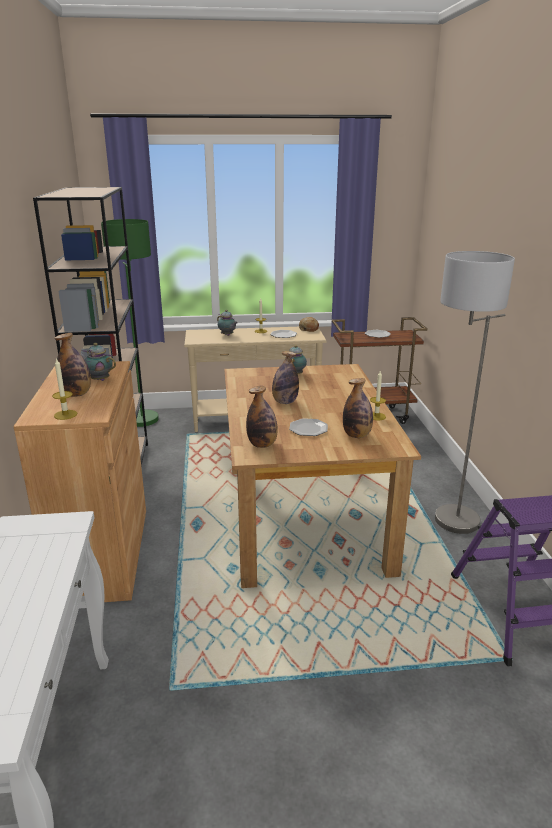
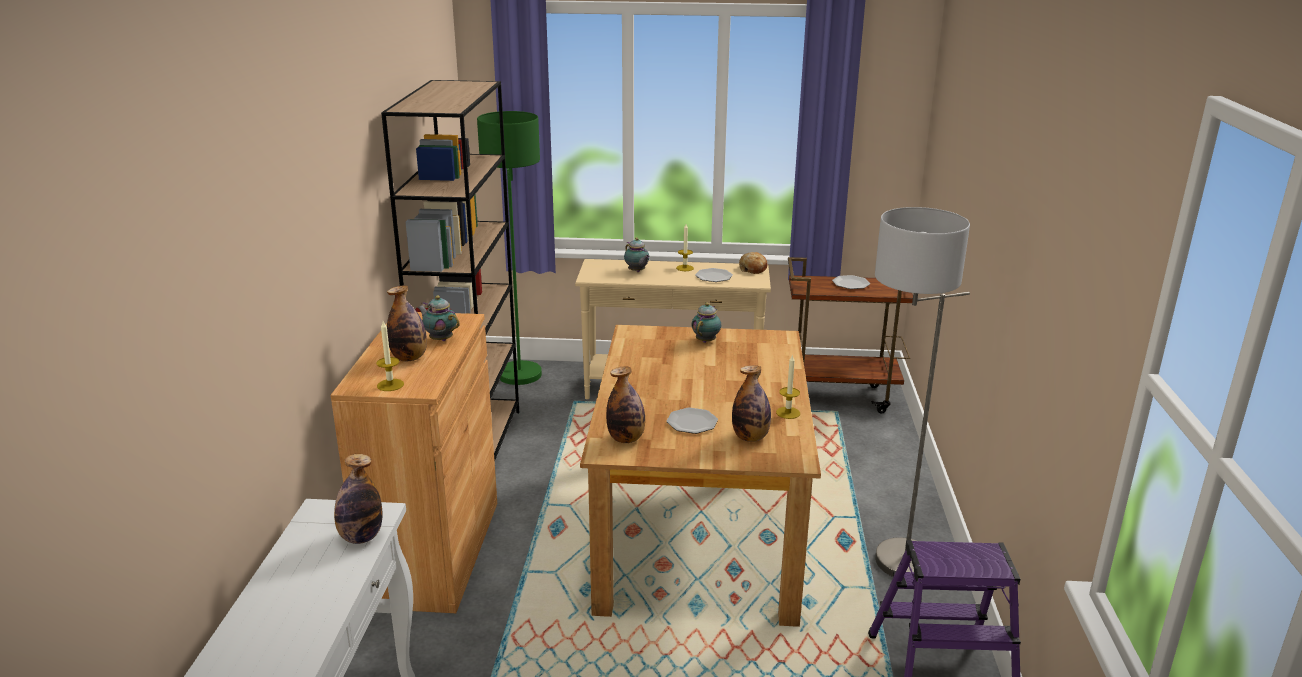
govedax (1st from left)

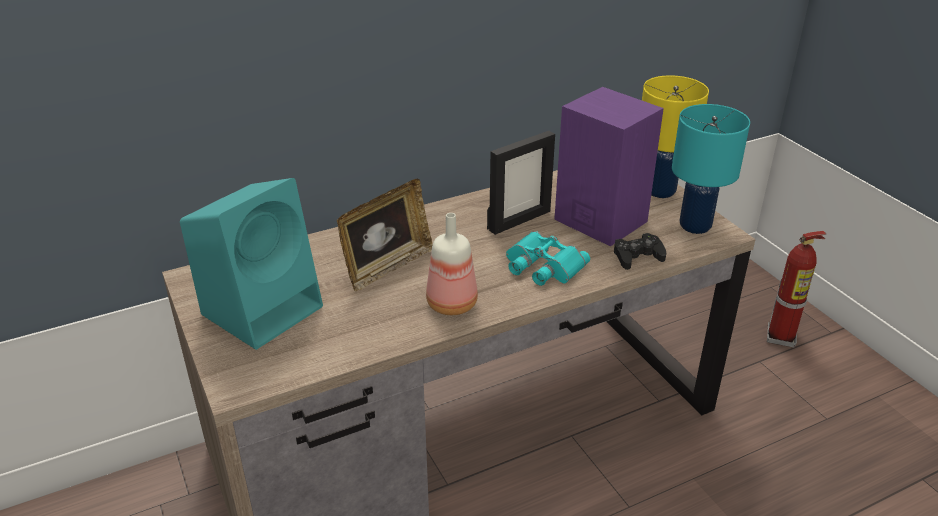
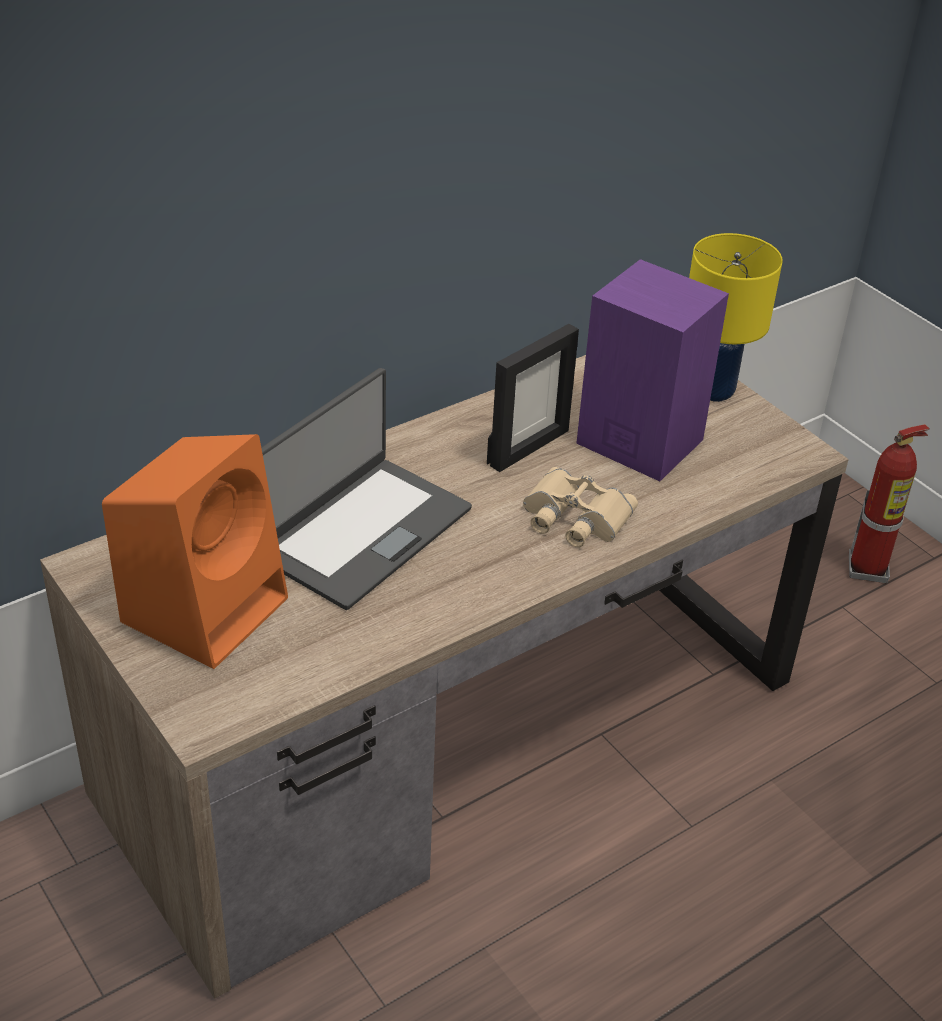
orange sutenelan
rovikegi
govedax
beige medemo
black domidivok
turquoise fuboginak

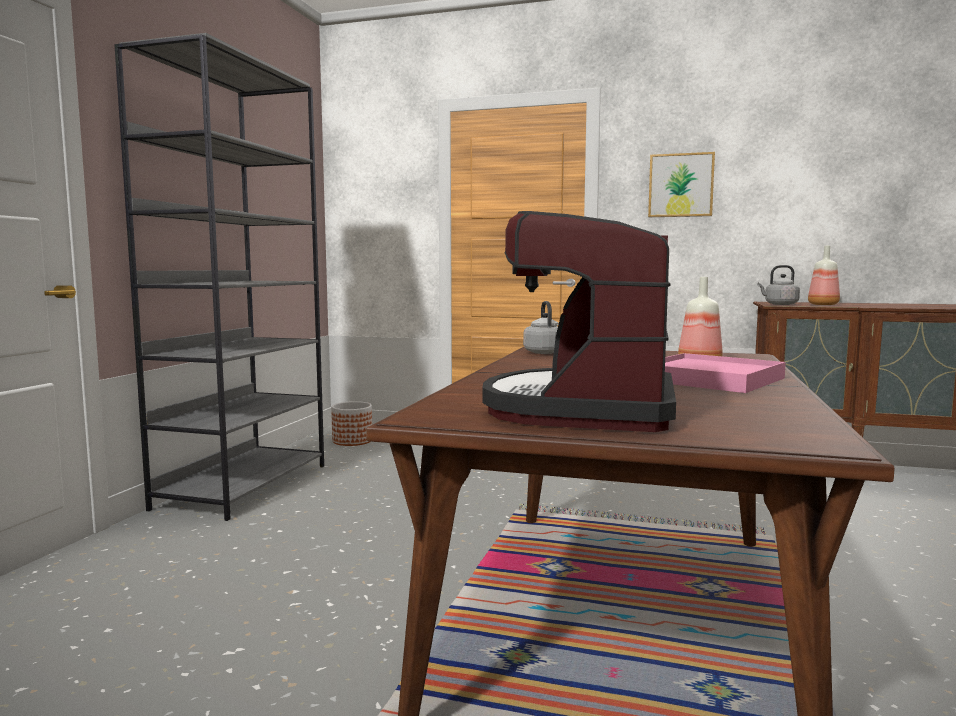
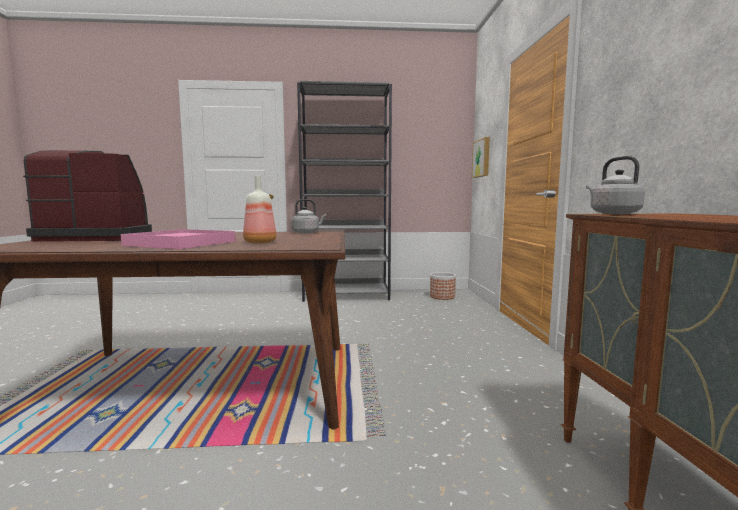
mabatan
govedax (2nd from left in the first image)

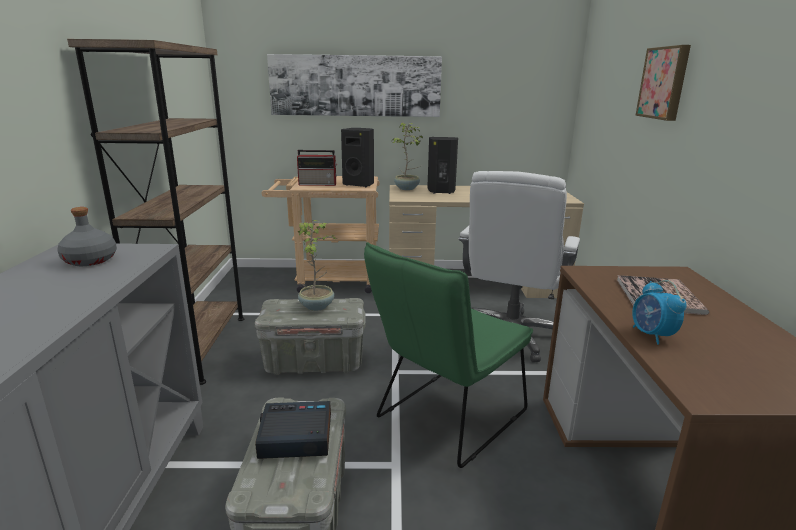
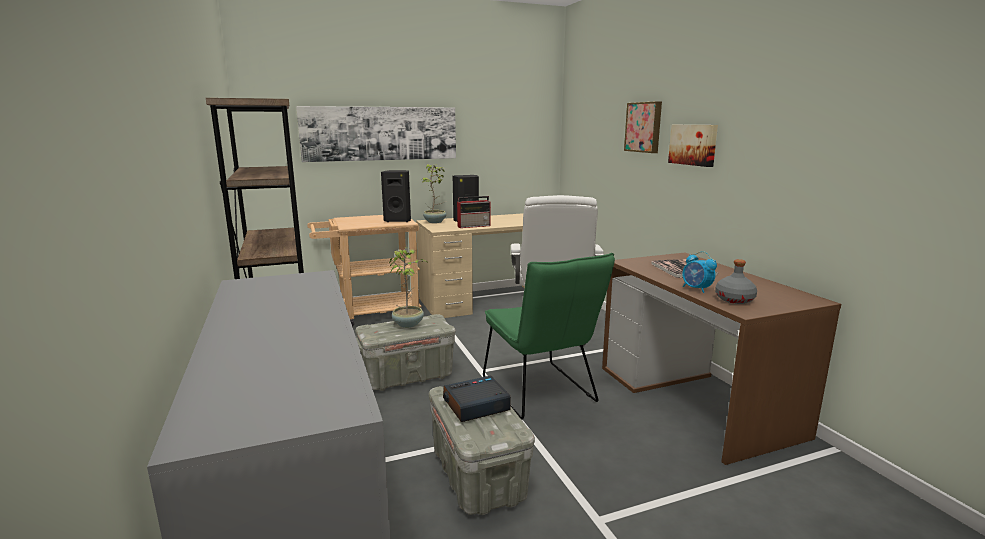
grey govedax
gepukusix
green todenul
mabatan (3rd from left)

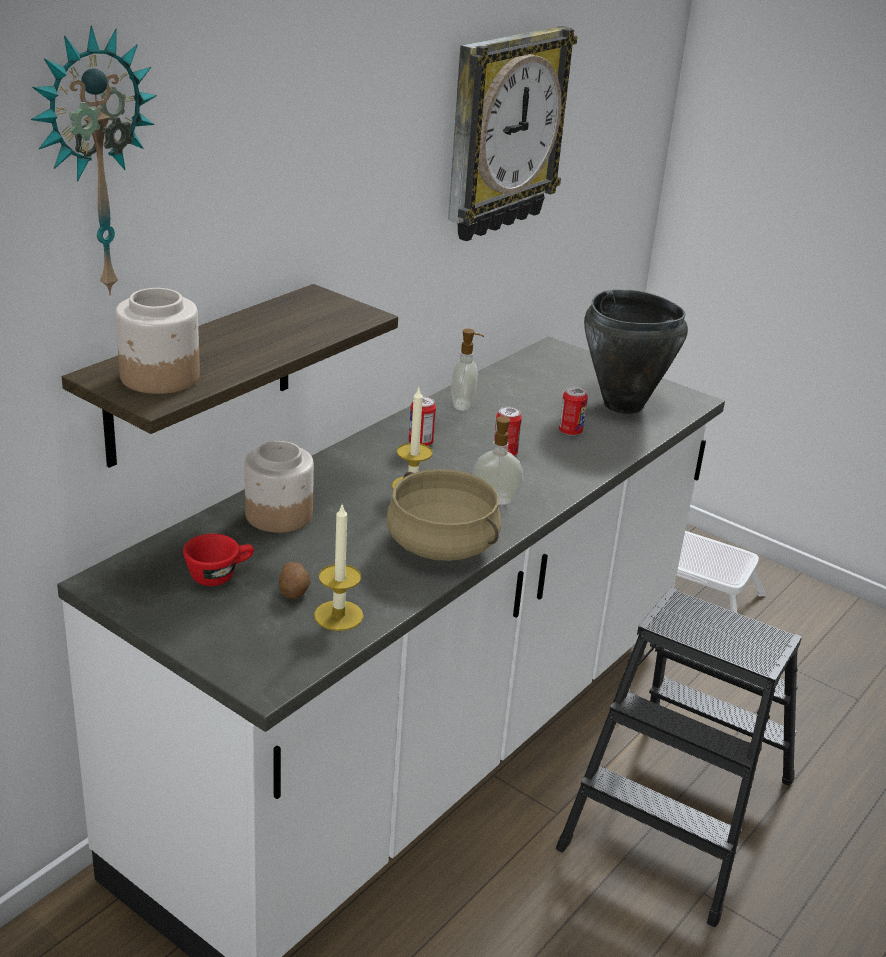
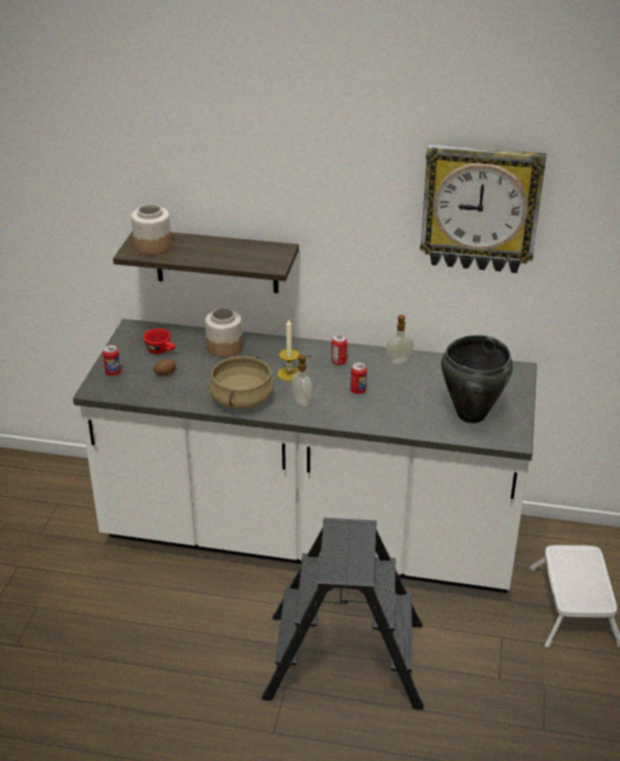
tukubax (1st from left in the first image)
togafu (1st from left in the first image)
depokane (1st from left)

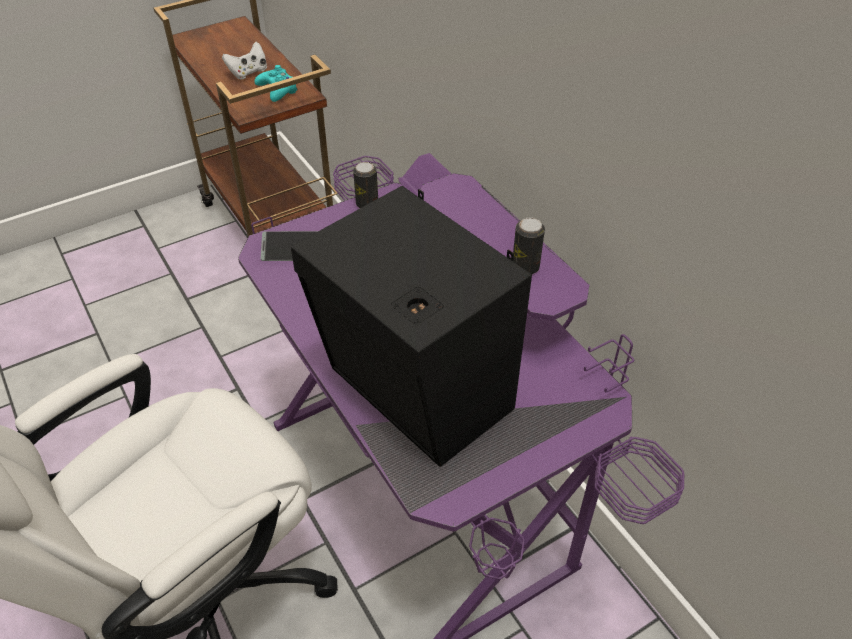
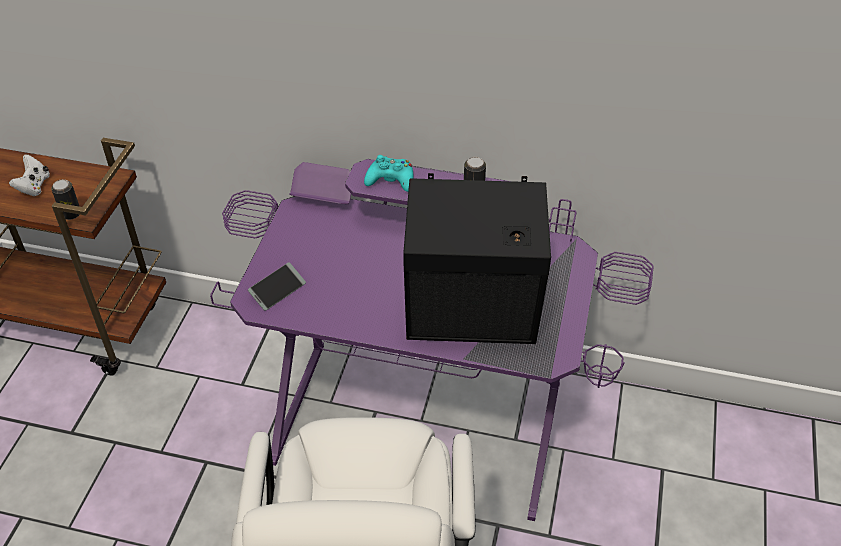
turquoise domidivok
depokane (1st from left)

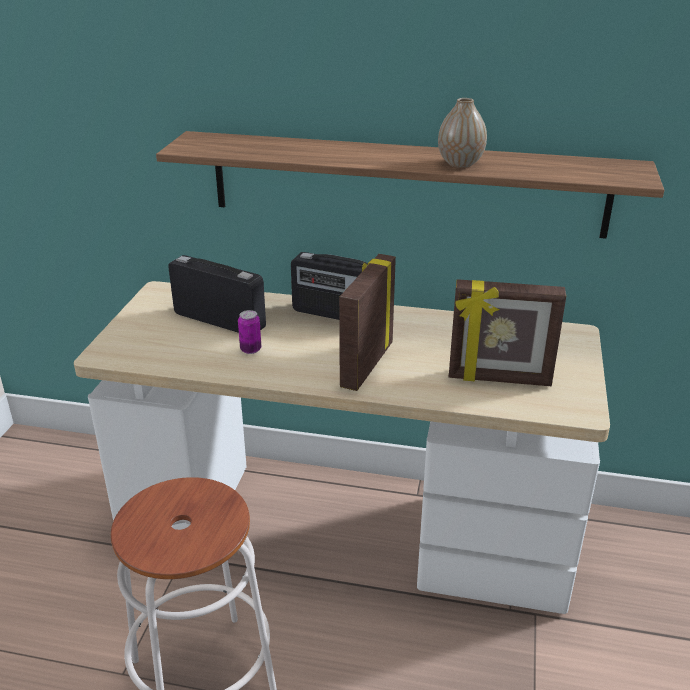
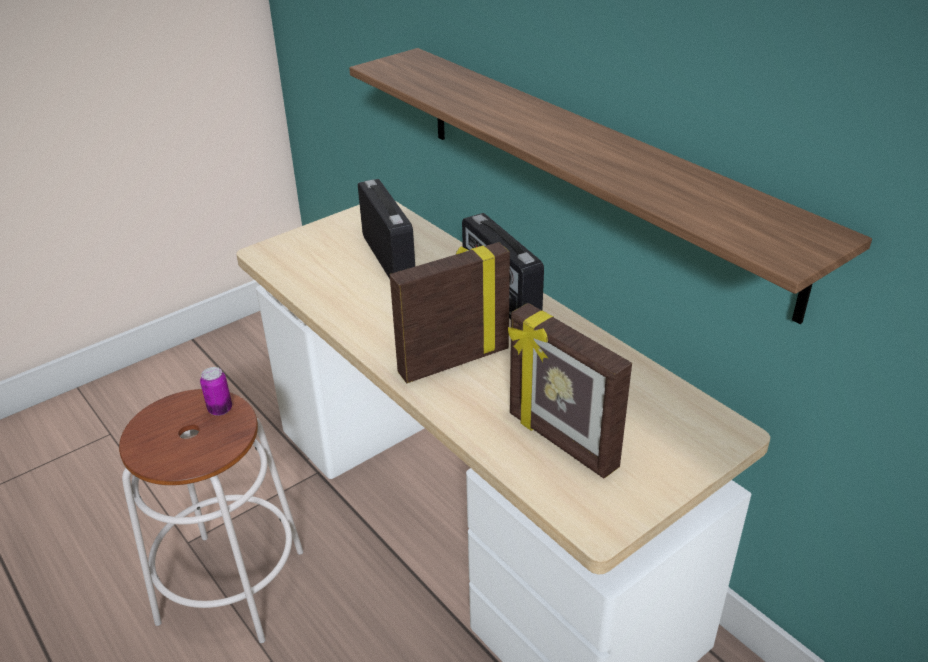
depokane
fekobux

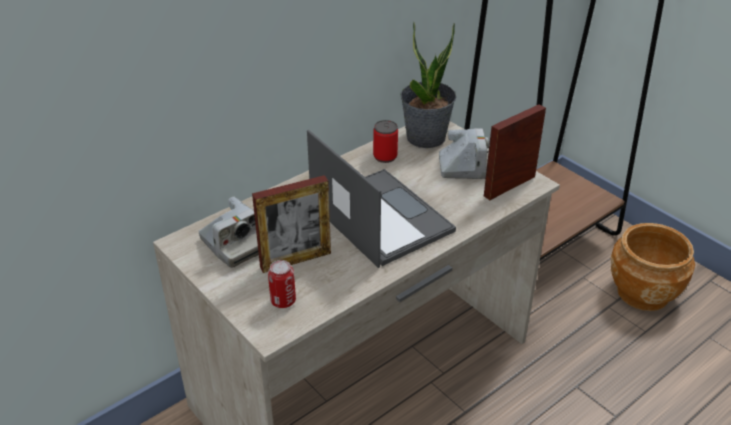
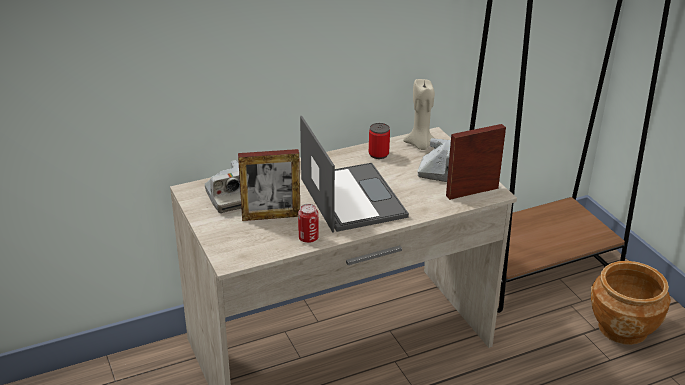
depokane (1st from left)
beige togafu

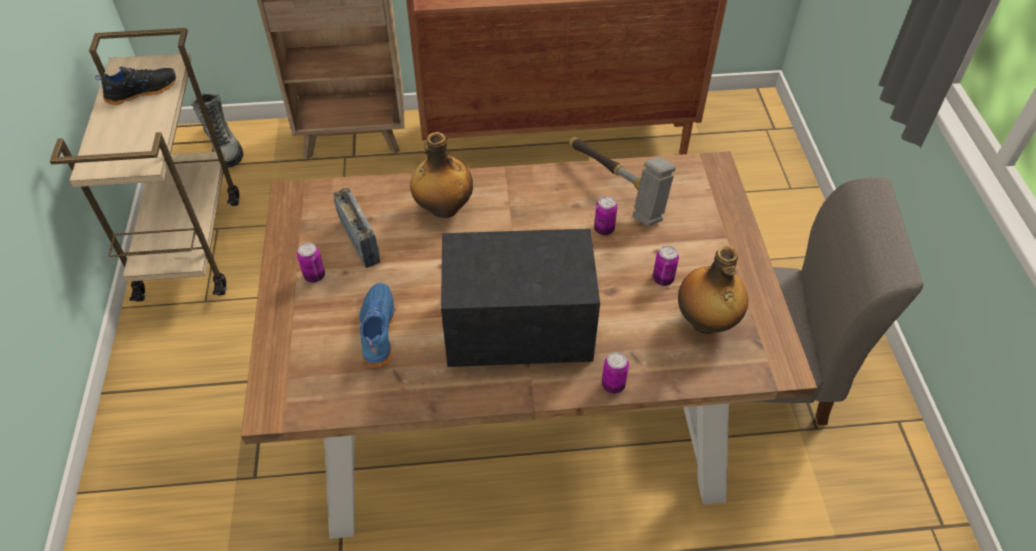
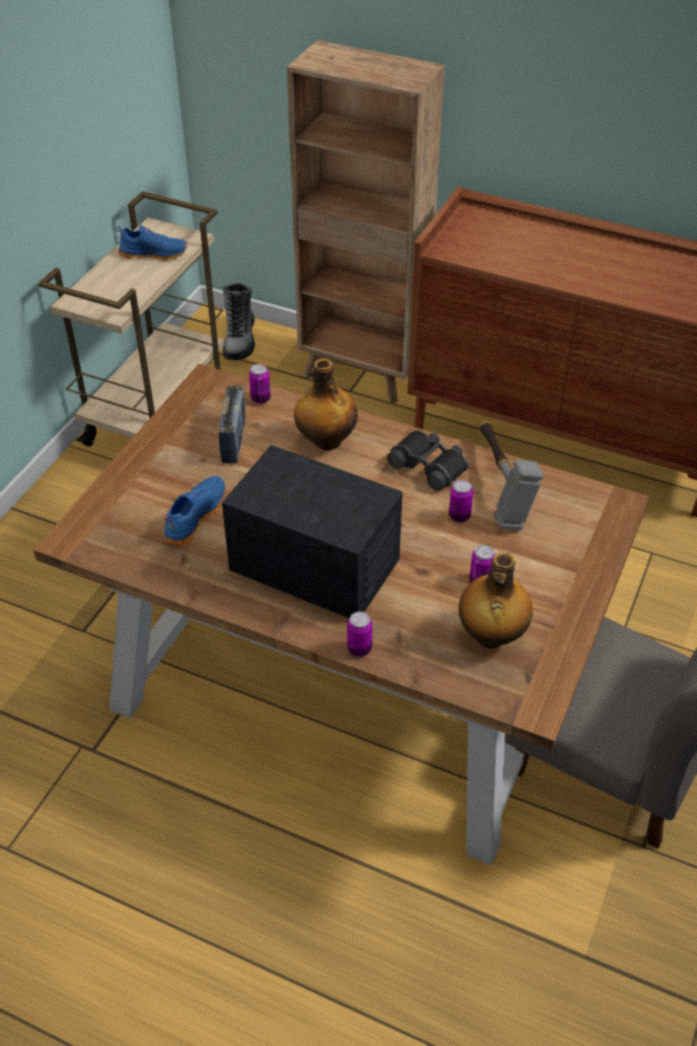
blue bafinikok (1st from left)
depokane (1st from left)
black medemo

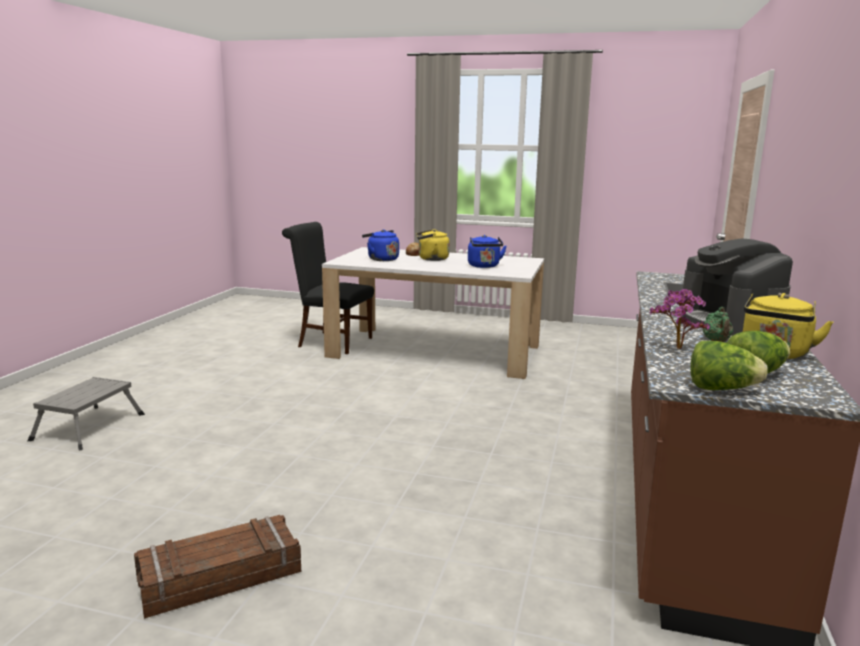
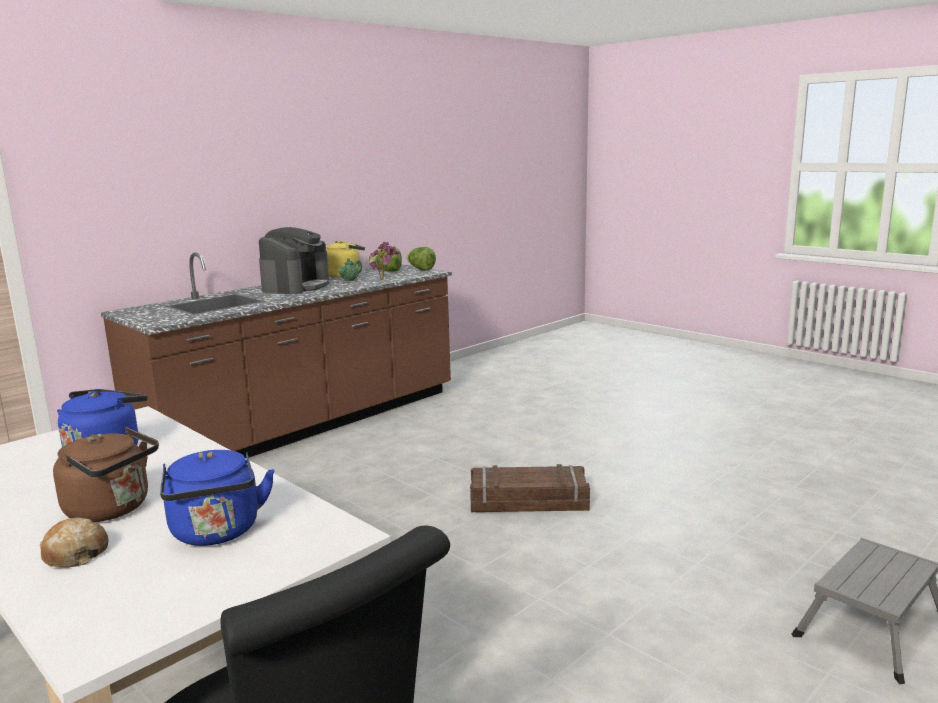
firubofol
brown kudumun

